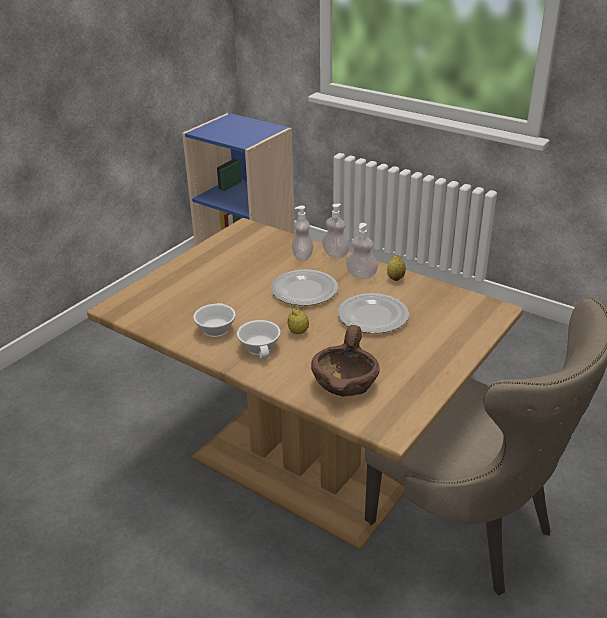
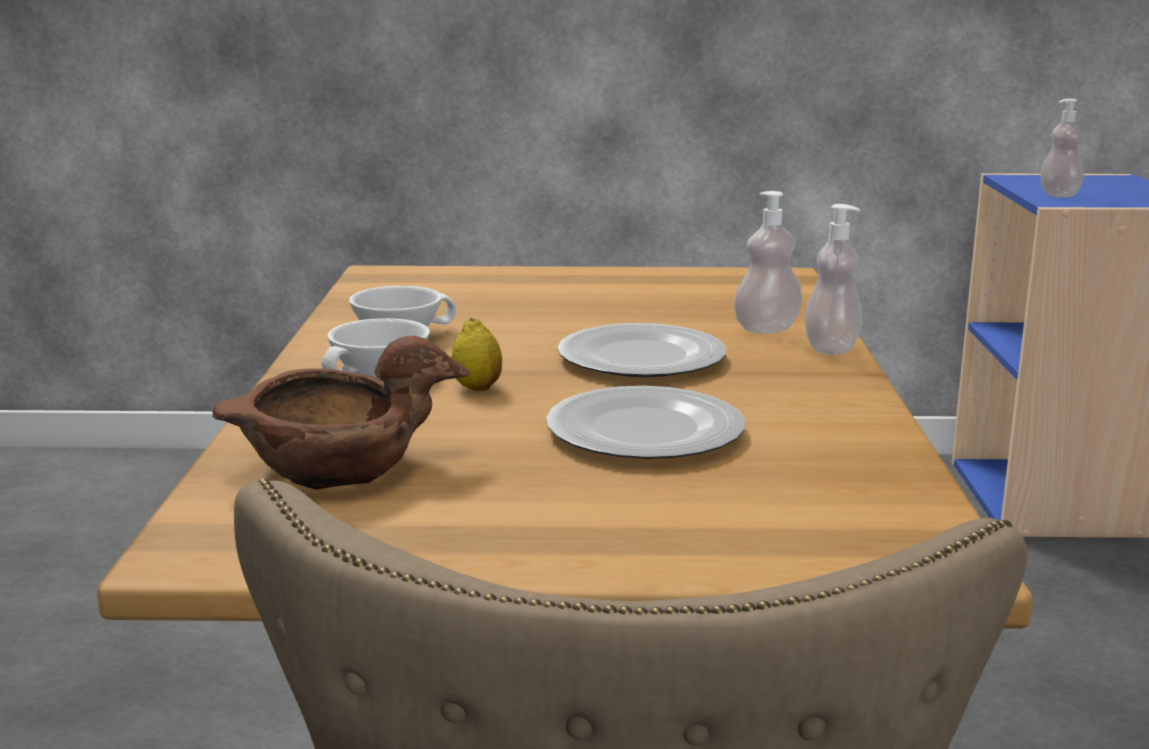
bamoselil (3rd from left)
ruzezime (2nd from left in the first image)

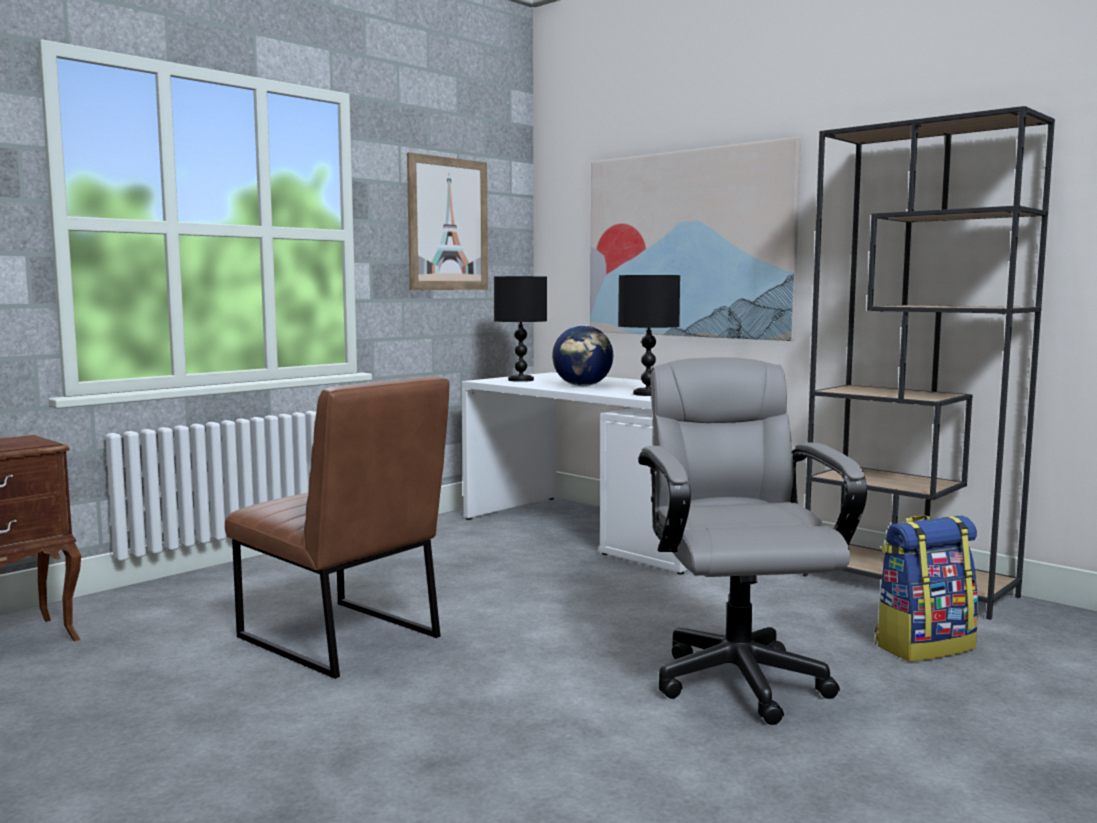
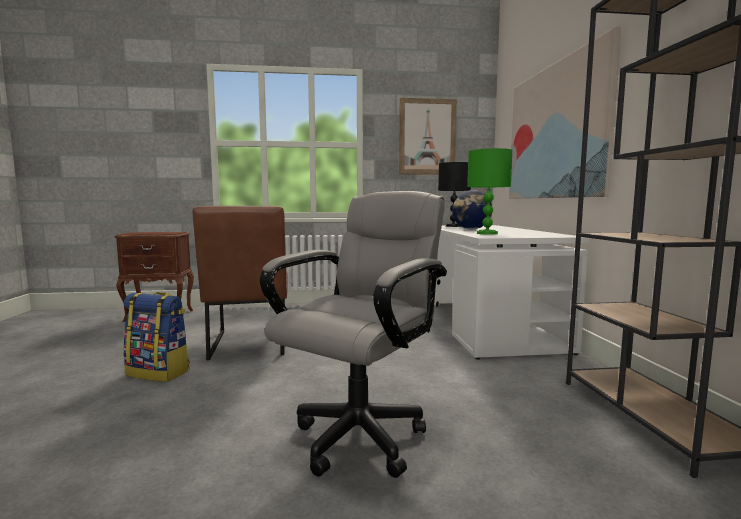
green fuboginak
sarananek

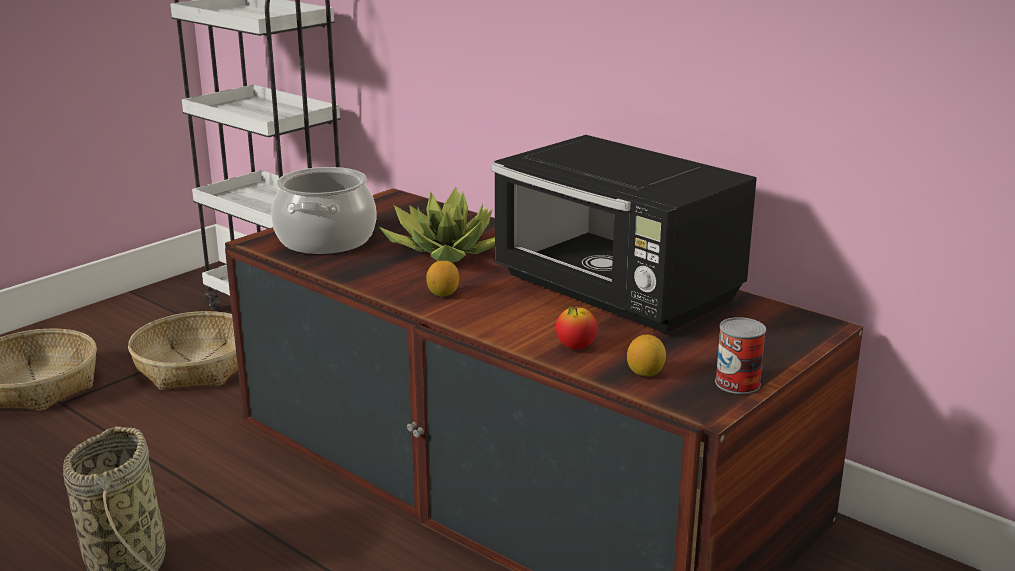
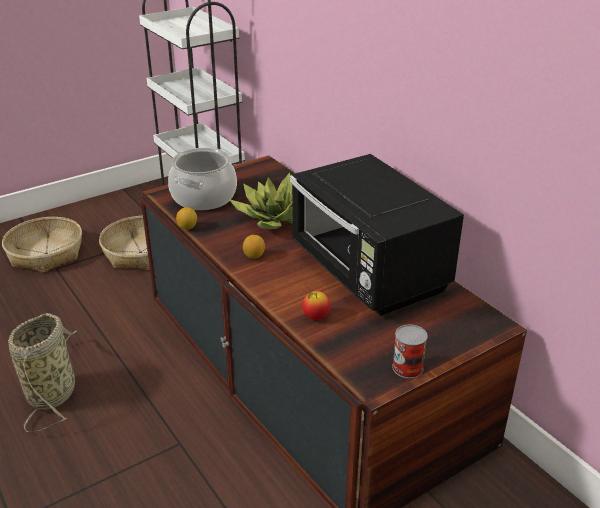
ruzezime (1st from left)

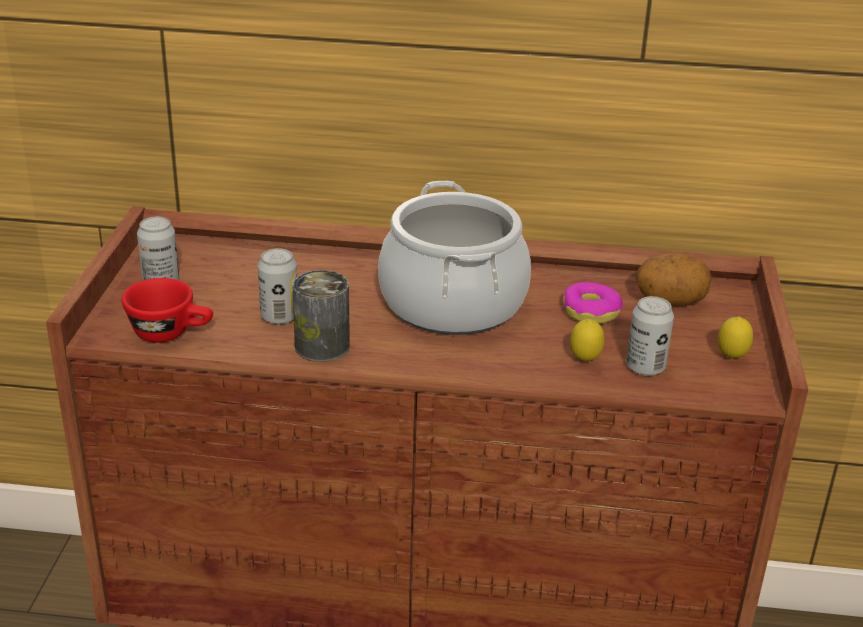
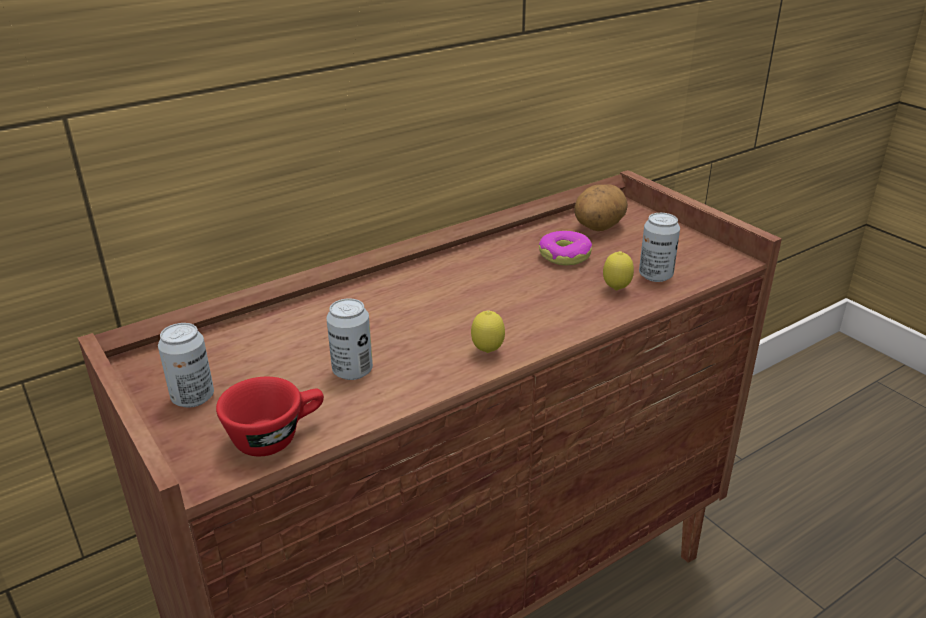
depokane (3rd from left in the first image)
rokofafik
ruzezime (1st from left)

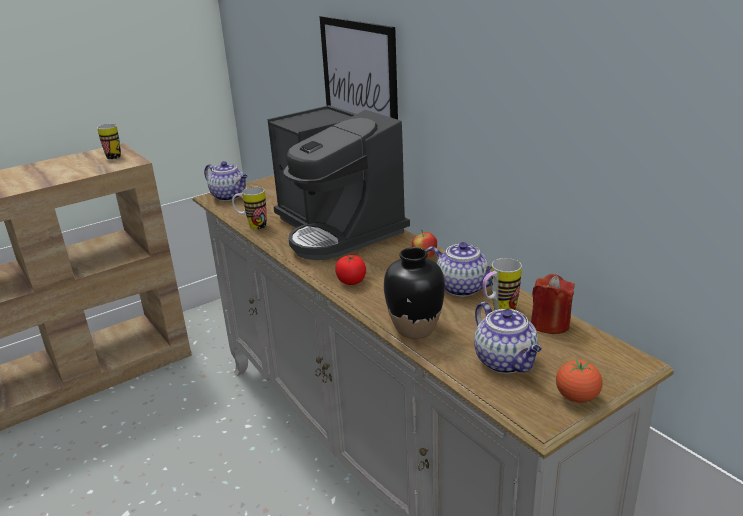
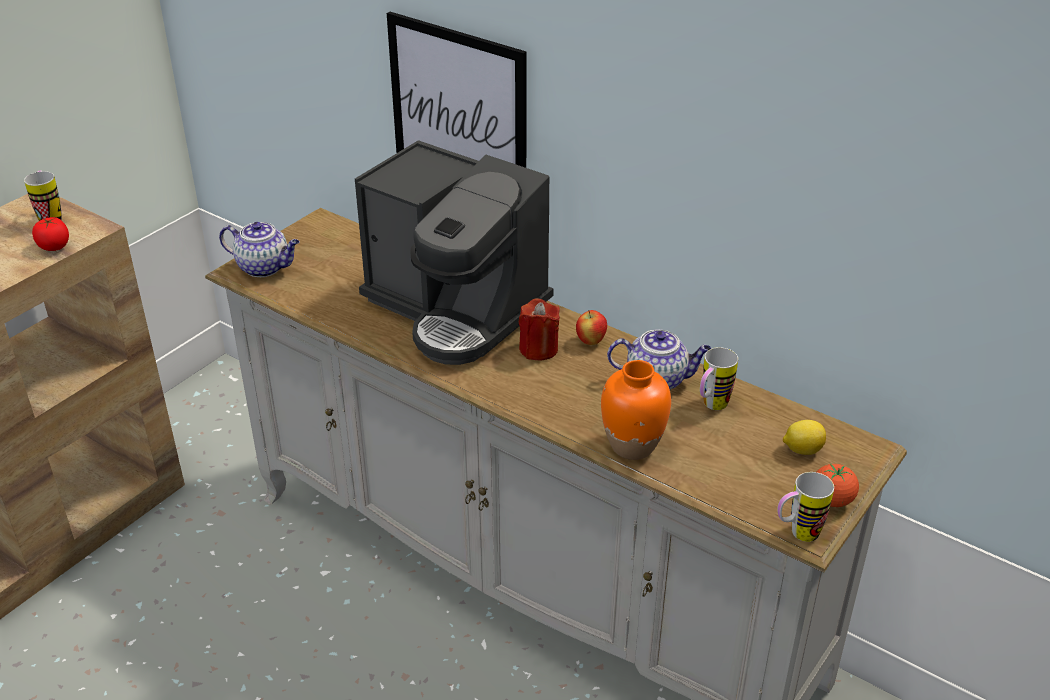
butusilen (3rd from left)
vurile (1st from left)
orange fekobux
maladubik (3rd from left in the first image)
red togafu
ruzezime

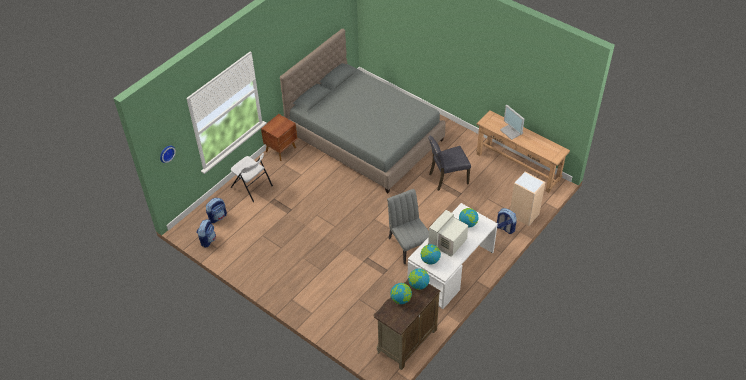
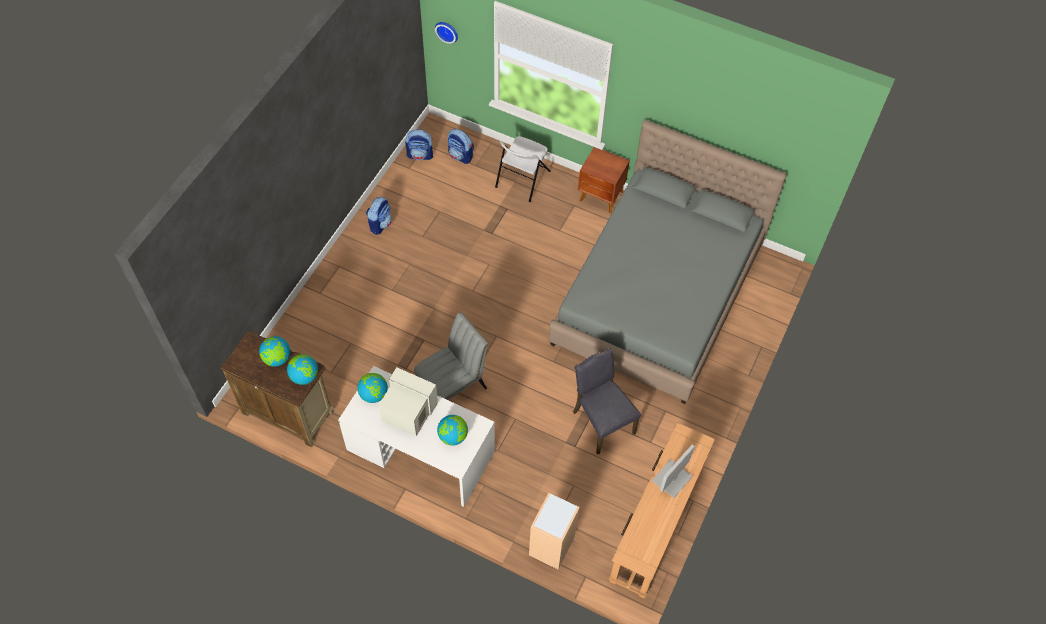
sarananek (1st from left)

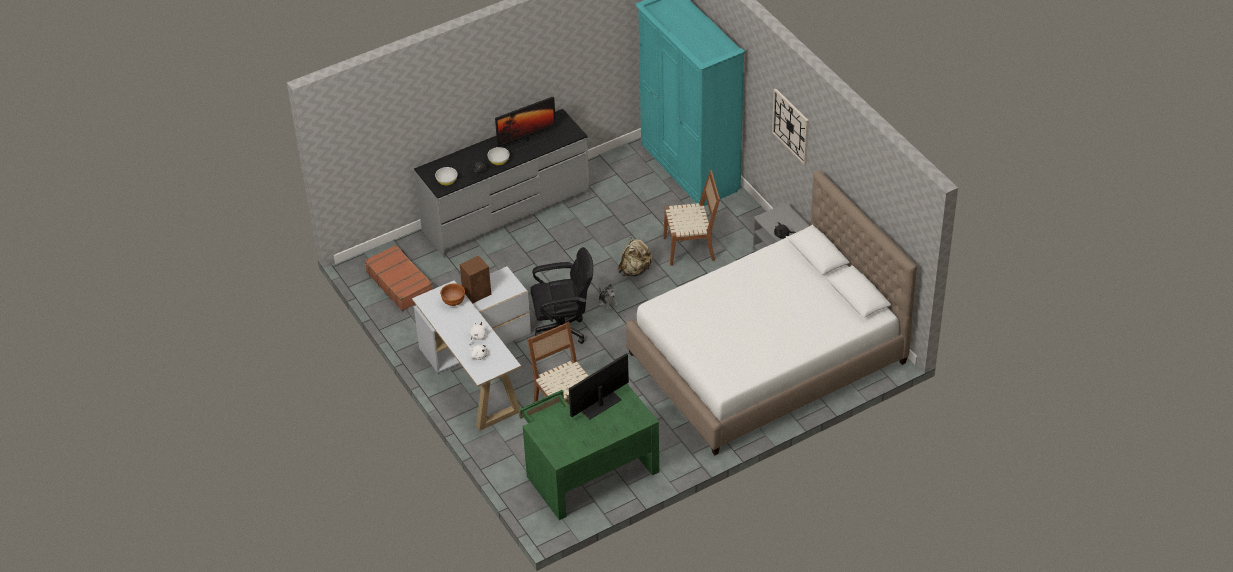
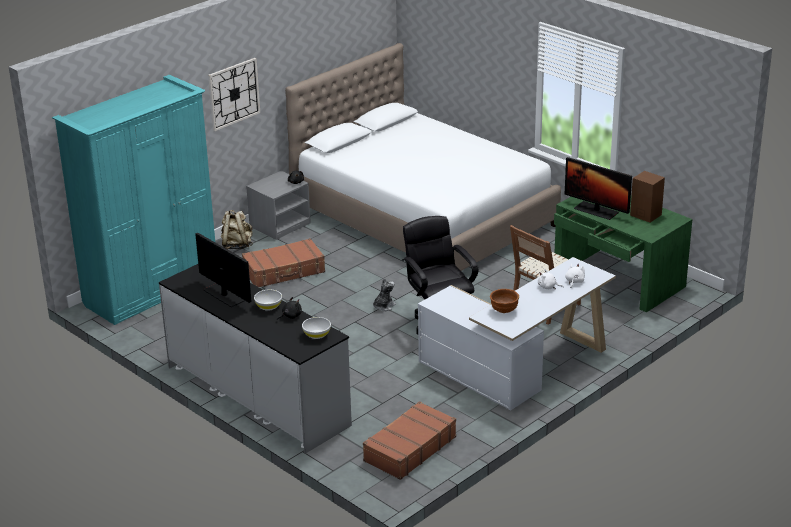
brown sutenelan
beige sarananek
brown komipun (1st from left)

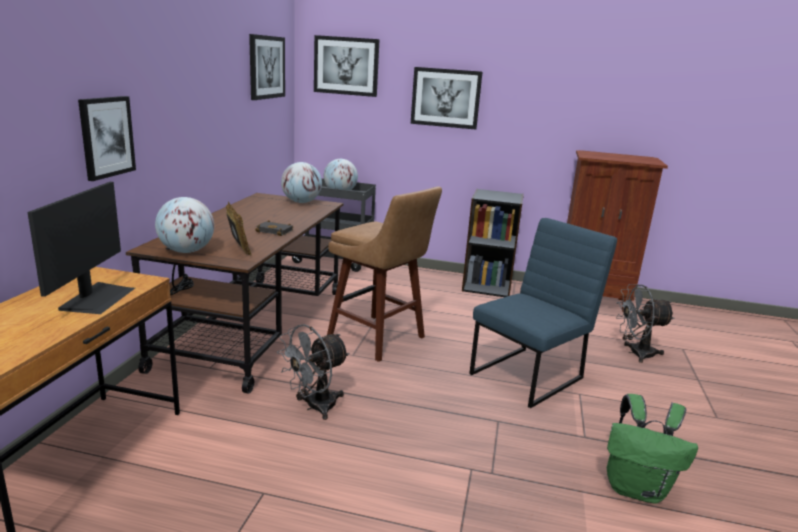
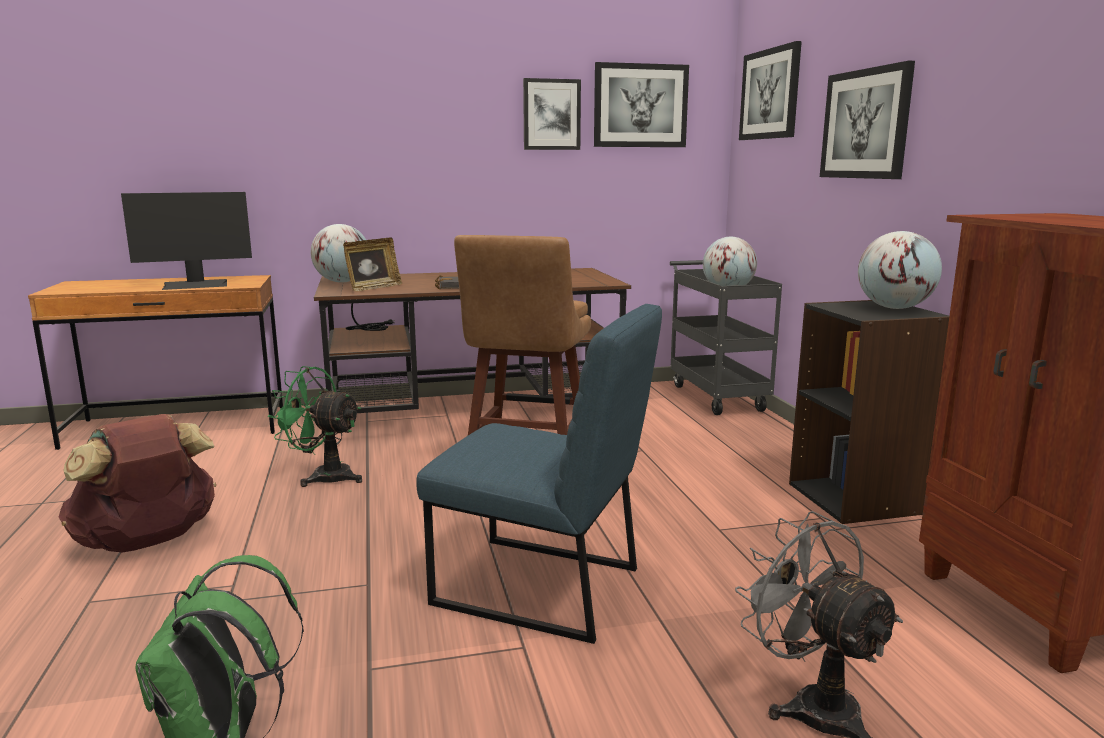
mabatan (1st from left)
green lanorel
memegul (3rd from left)
brown sarananek

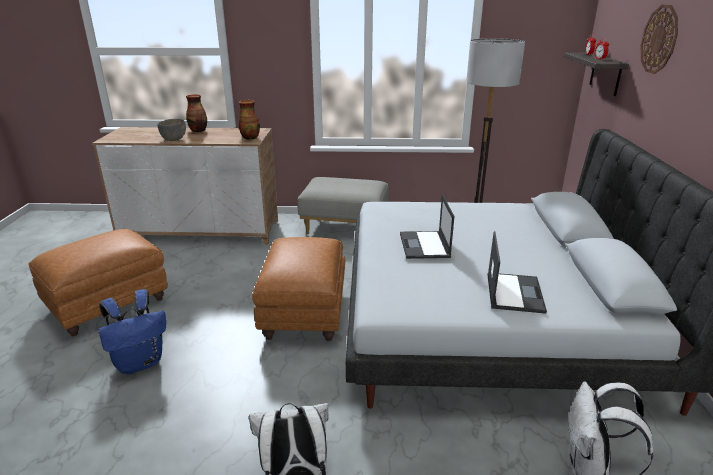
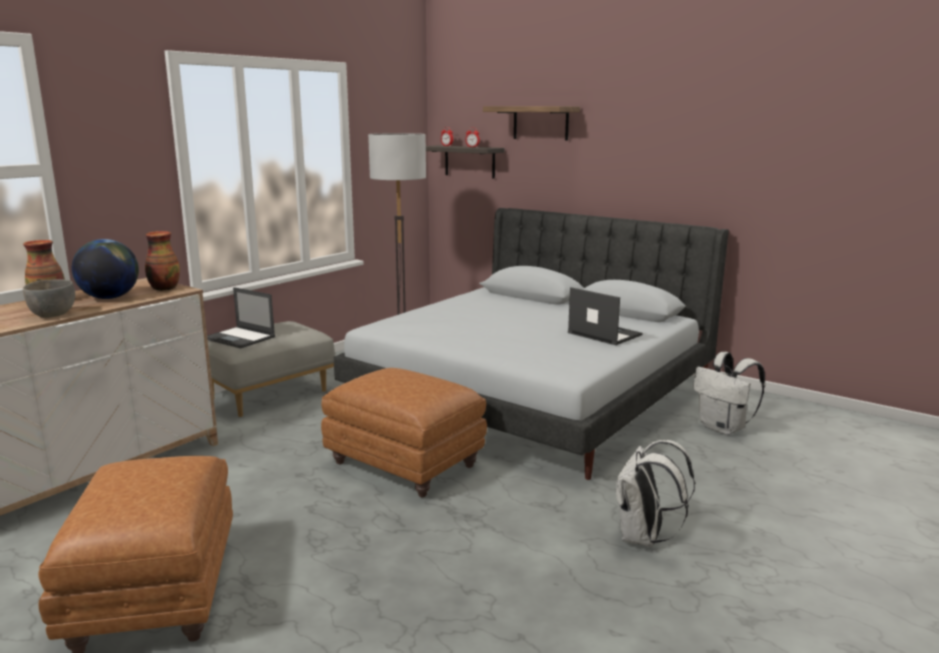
blue sarananek
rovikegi (1st from left)
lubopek (2nd from left)
memegul

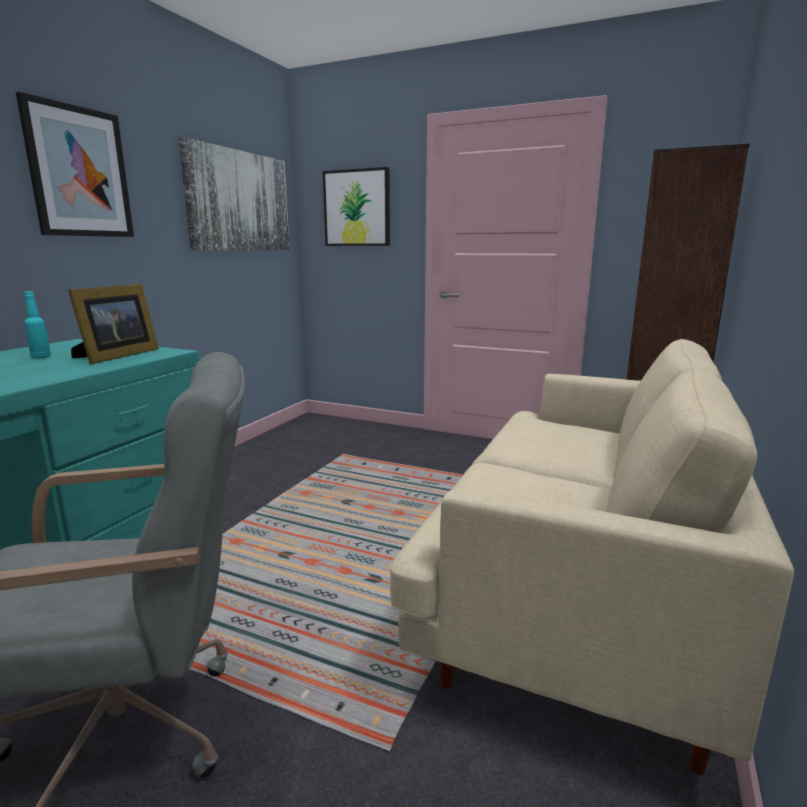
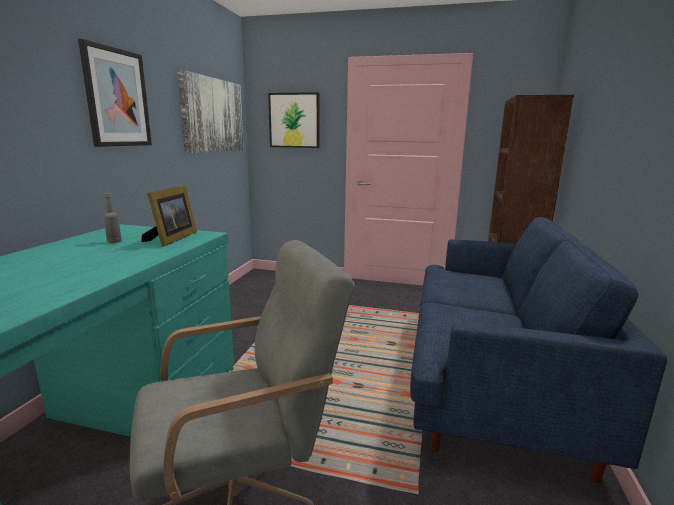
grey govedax
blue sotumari

